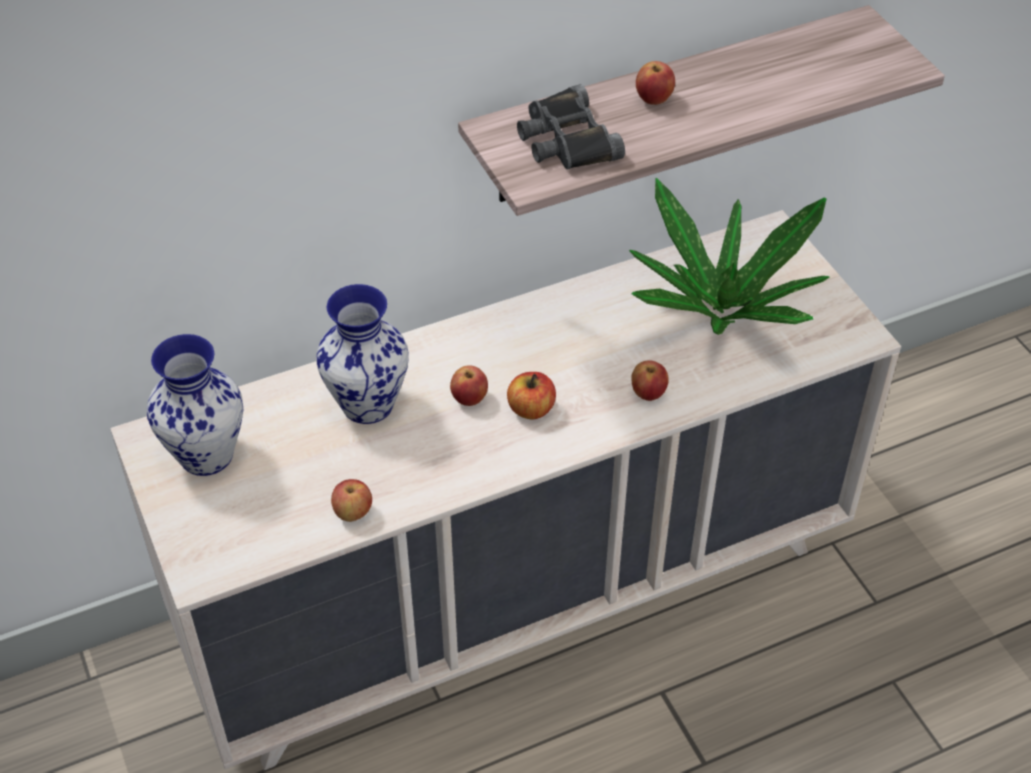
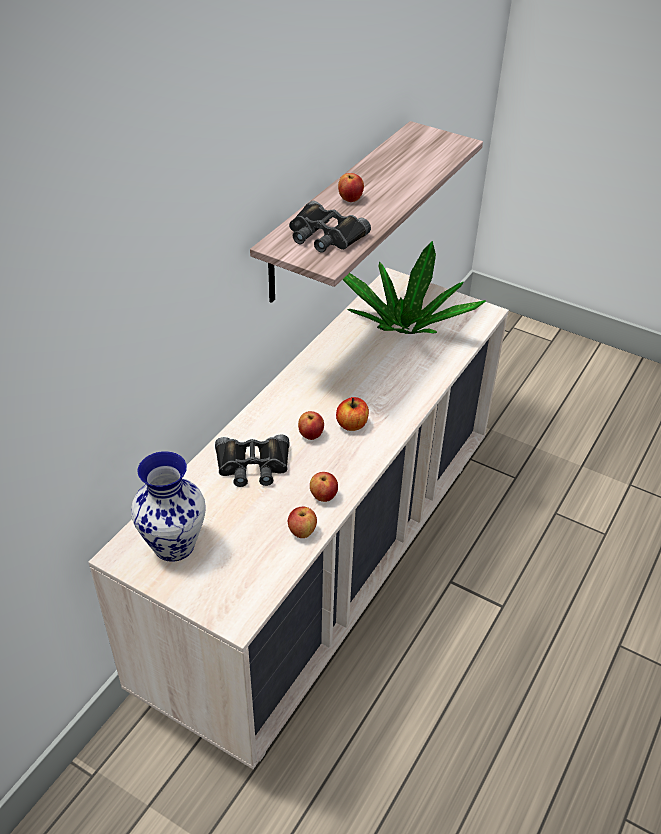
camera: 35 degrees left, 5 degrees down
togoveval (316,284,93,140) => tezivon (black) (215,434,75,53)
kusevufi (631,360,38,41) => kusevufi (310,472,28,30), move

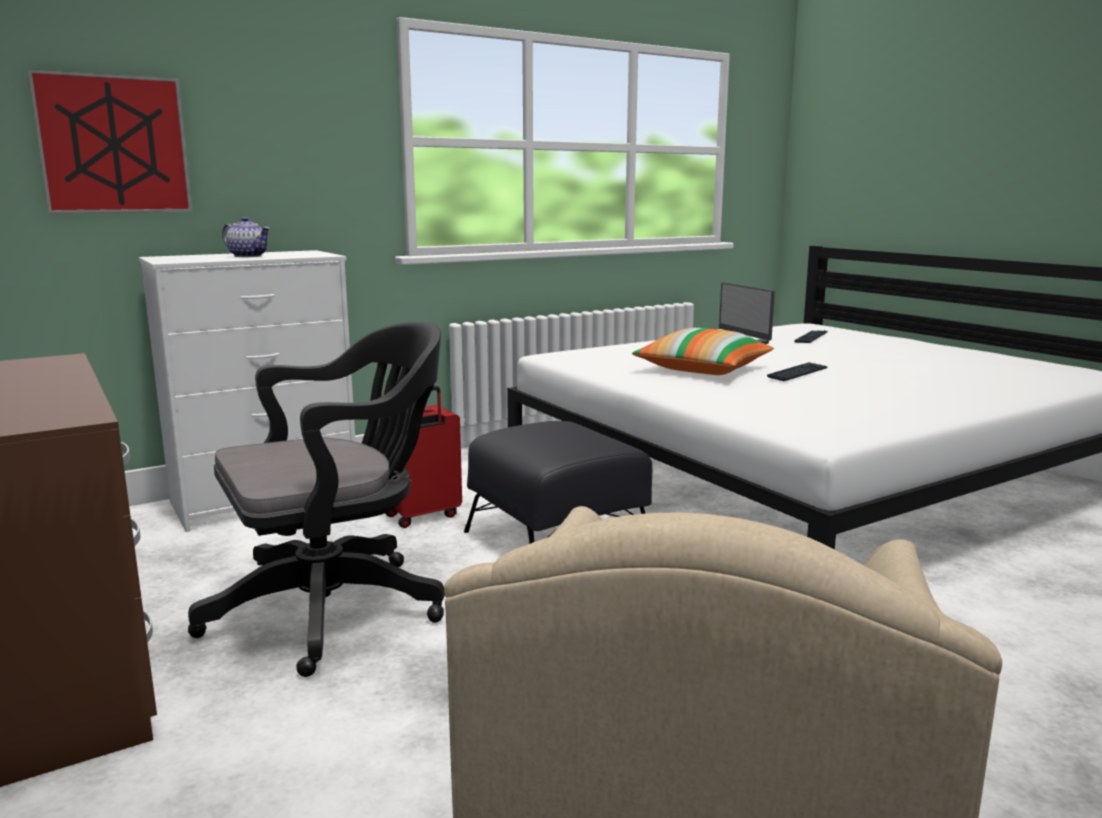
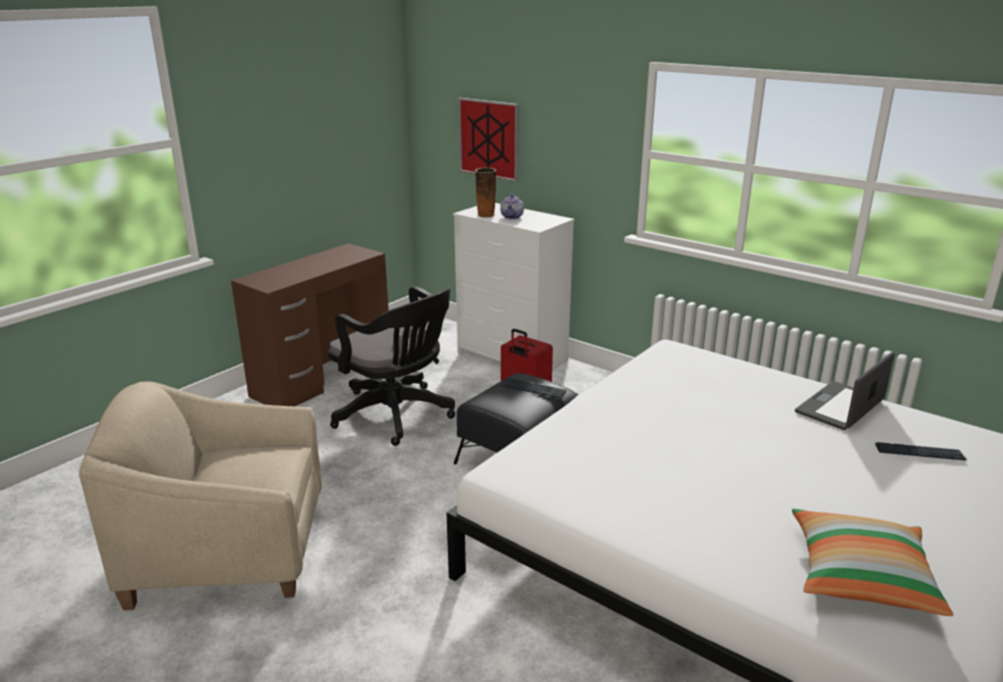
camera: 70 degrees right, 10 degrees up
nothing => togoveval (475,167,21,51)
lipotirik (767,362,60,19) => lipotirik (500,378,67,21), move
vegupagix (632,328,142,47) => vegupagix (792,509,161,107), move

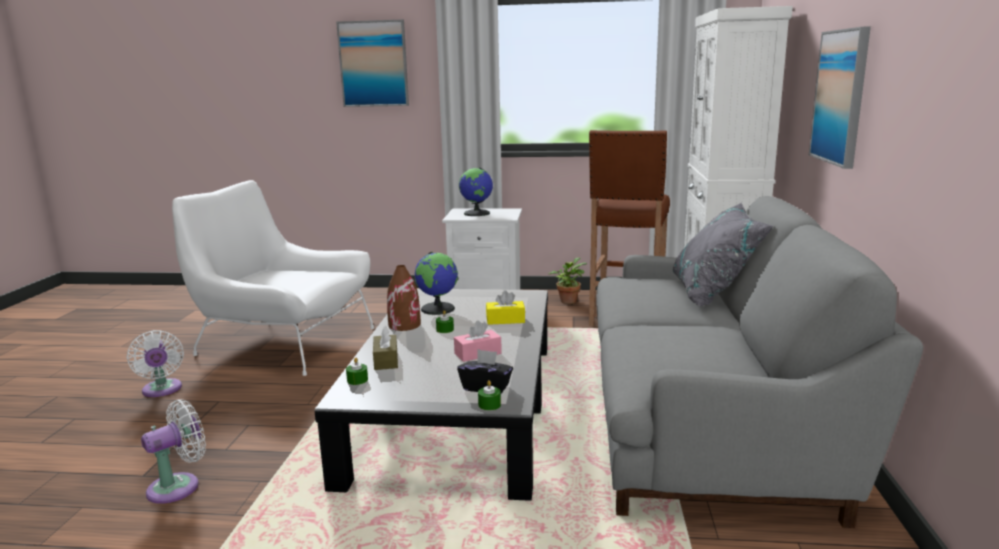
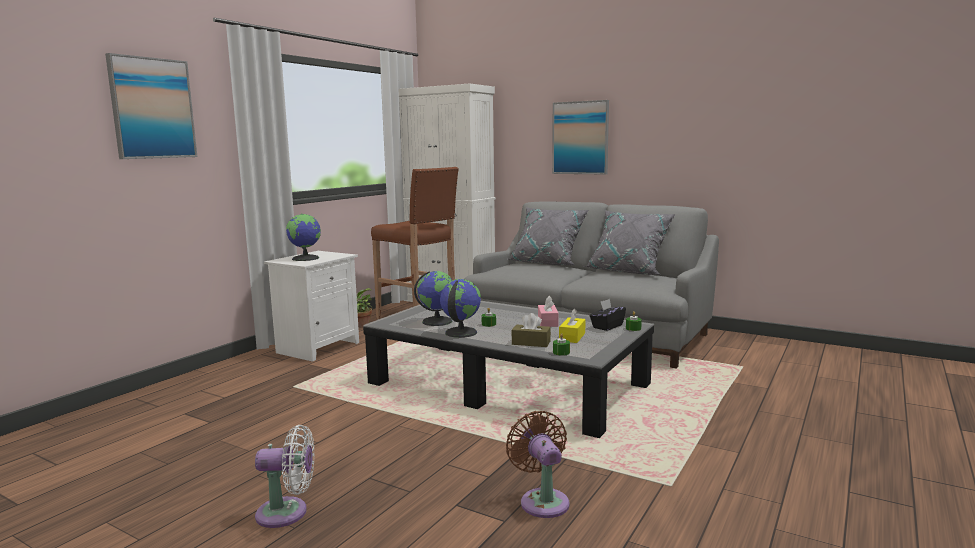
camera: 65 degrees left, 5 degrees down
togoveval (brown) (387,265,34,66) => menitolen (440,279,41,59)
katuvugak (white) (141,399,65,105) => katuvugak (brown) (506,411,64,107)
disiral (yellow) (486,290,39,35) => disiral (yellow) (559,308,27,35), move
nothing => vegupagix (grey) (584,210,92,65)
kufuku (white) (172,180,202,196) => nothing

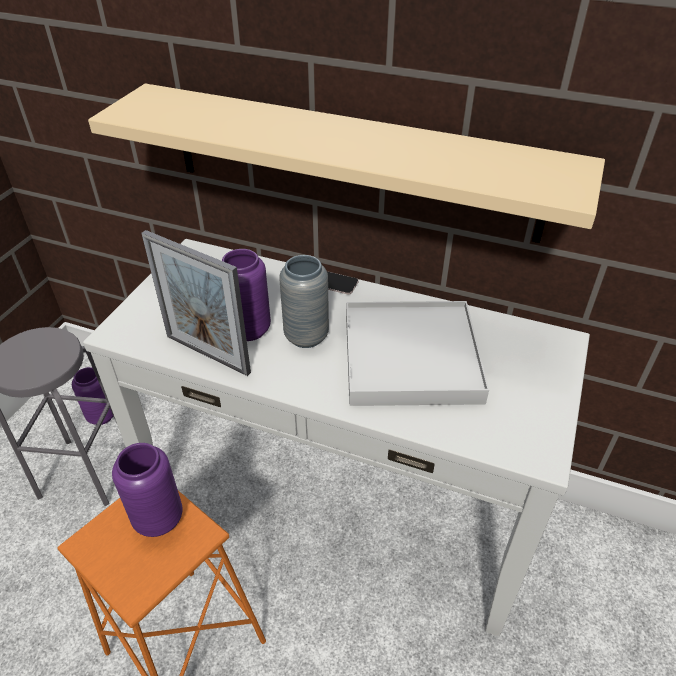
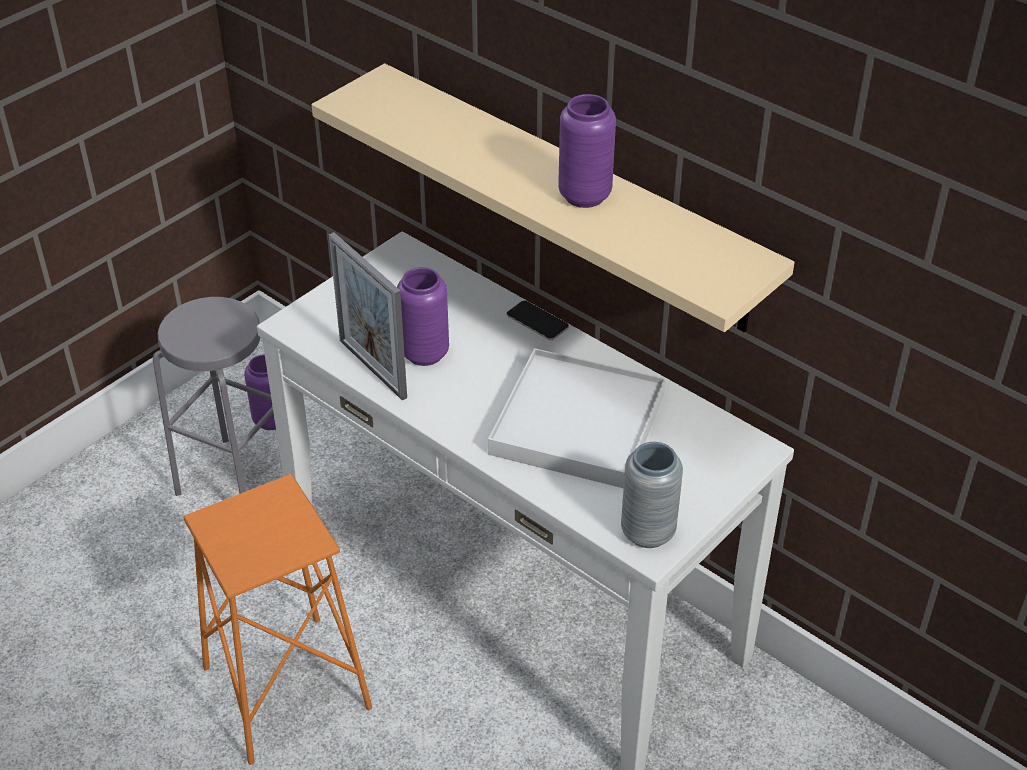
camera: 20 degrees right, 0 degrees up
togoveval (purple) (112,443,71,94) => togoveval (purple) (558,94,58,114), move
togoveval (grey) (279,255,50,93) => togoveval (grey) (621,442,62,106), move

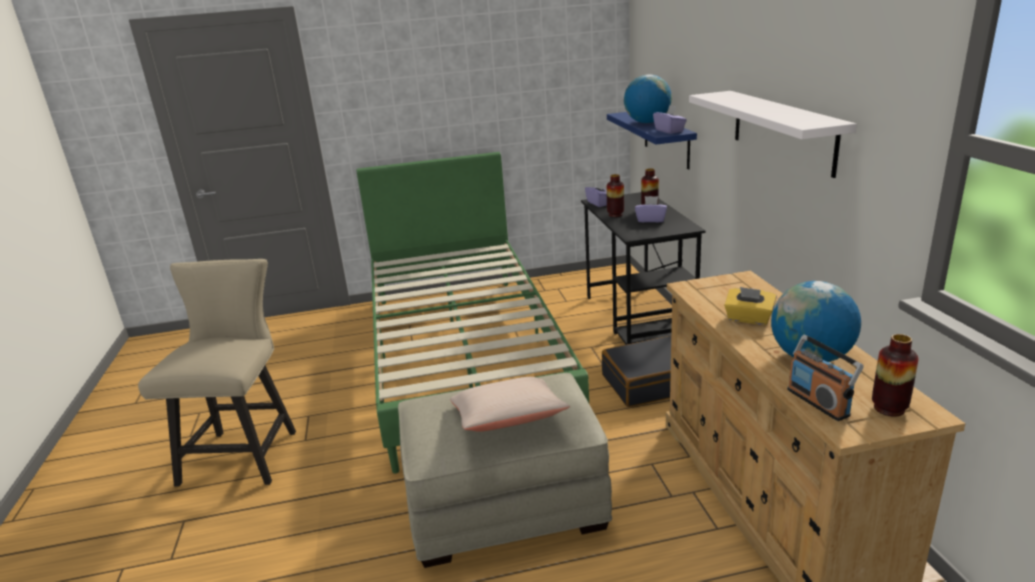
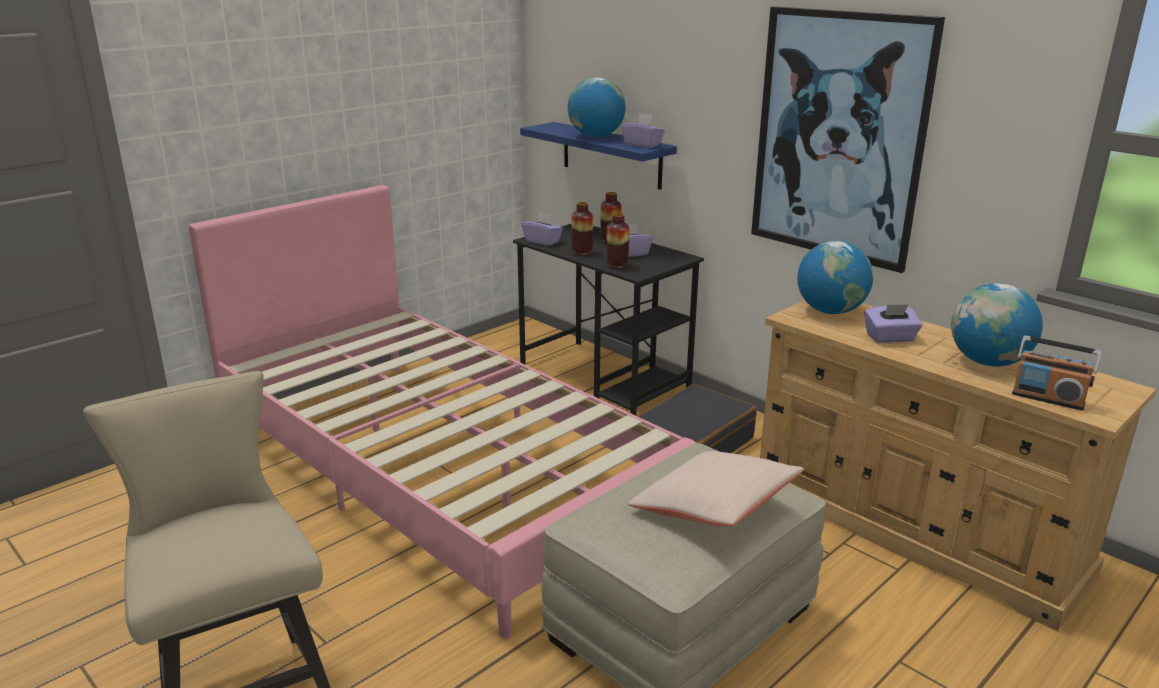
camera: 35 degrees left, 0 degrees up
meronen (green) (356,152,233,322) => meronen (pink) (188,185,508,454)
togoveval (872,334,47,83) => togoveval (606,213,23,56), move
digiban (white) (689,91,168,87) => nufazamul (751,6,194,267)
nothing => menitolen (797,241,76,73)
disiral (yellow) (724,287,53,38) => disiral (purple) (864,304,58,39)

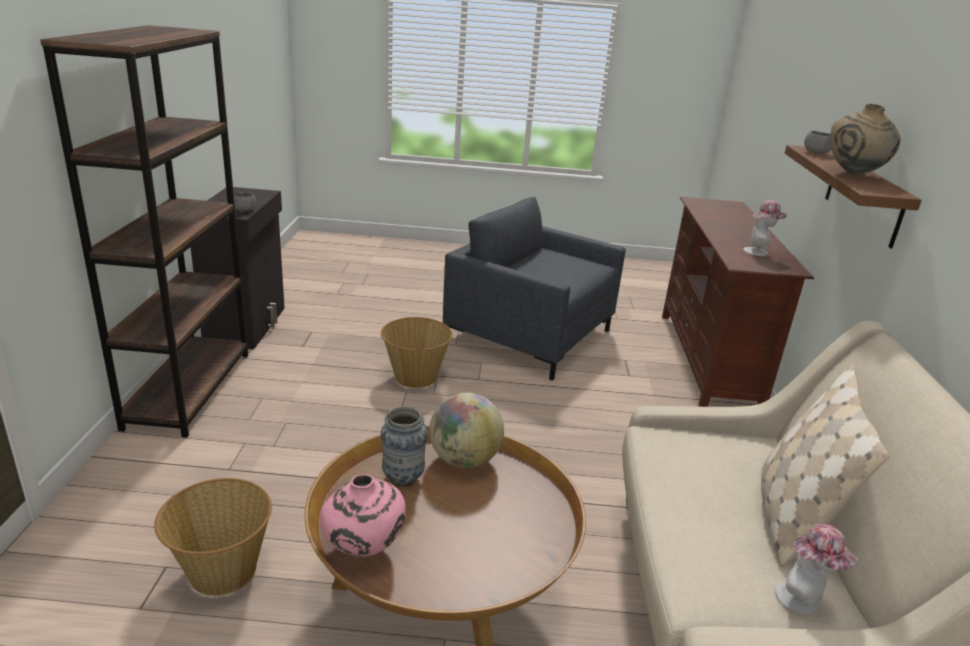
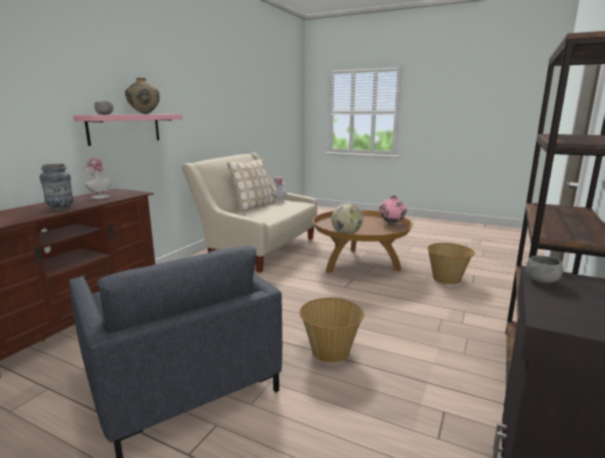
camera: 155 degrees left, 10 degrees down
togoveval (381,406,47,81) => togoveval (40,164,33,47), move
digiban (brown) (785,145,137,103) => digiban (pink) (73,114,110,32)

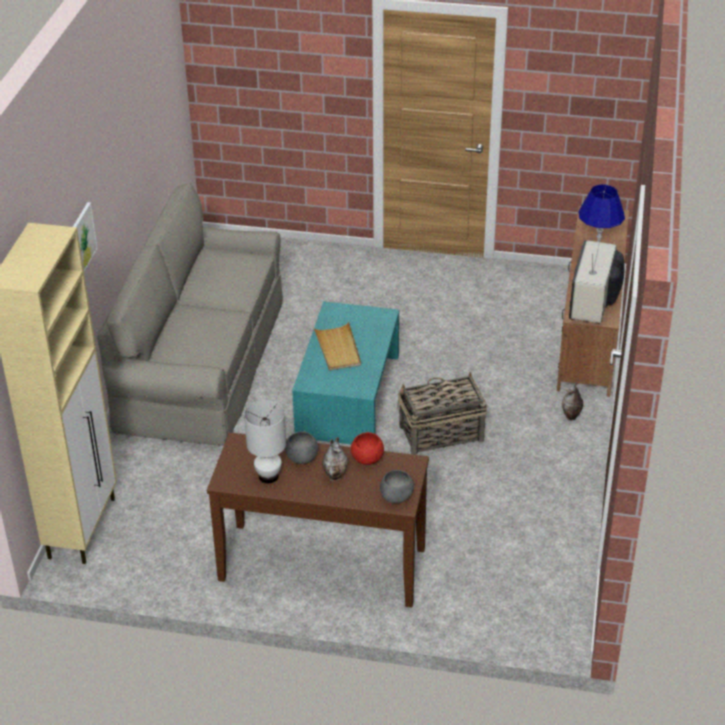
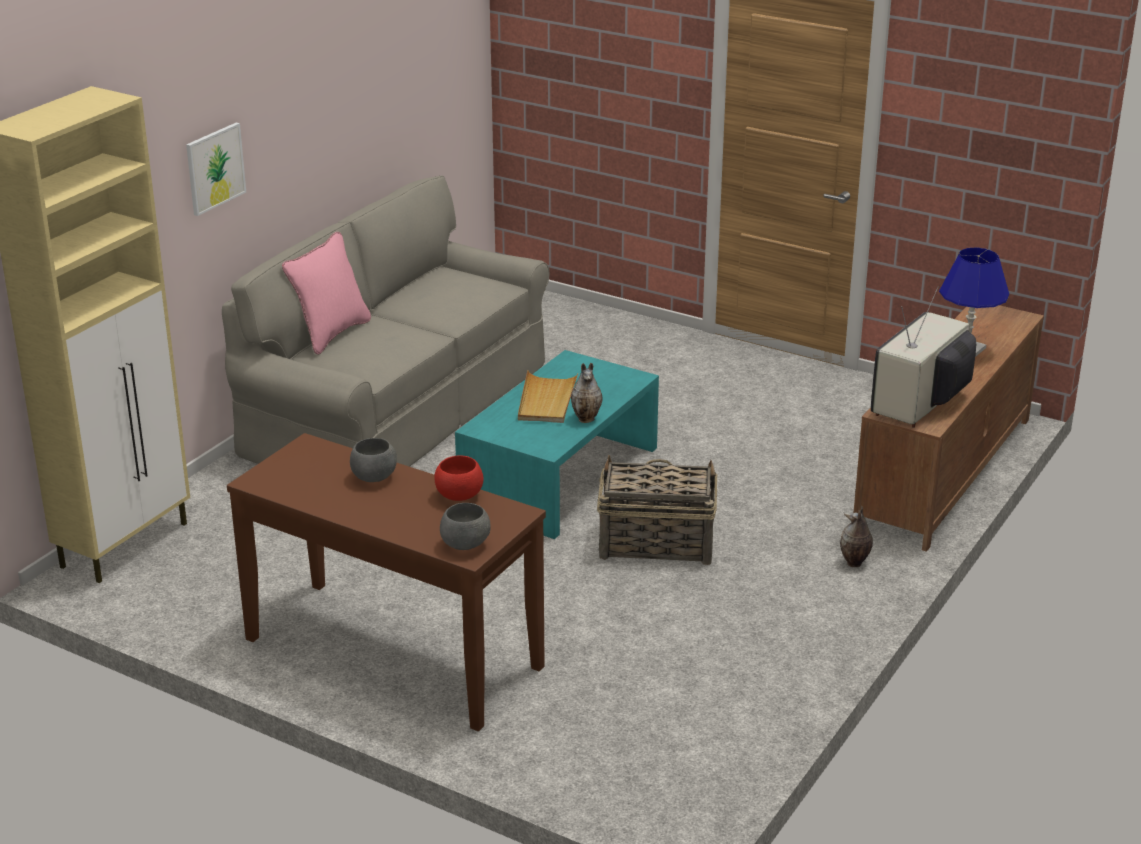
camera: 20 degrees right, 10 degrees down
nothing => vegupagix (pink) (282,232,89,122)
togoveval (322,437,26,44) => togoveval (571,363,31,60), move
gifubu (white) (244,400,42,83) => nothing

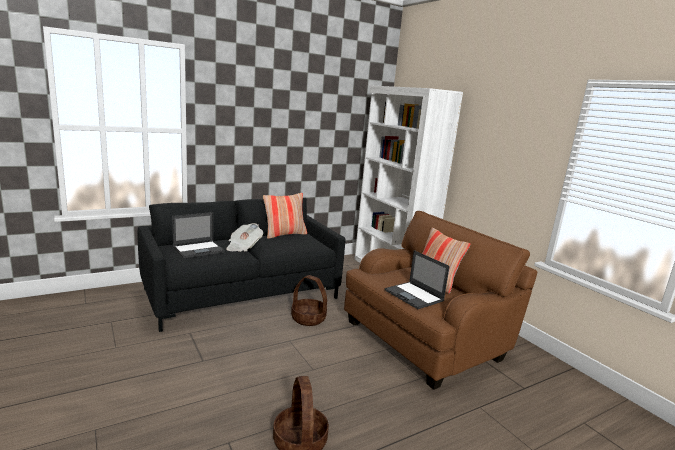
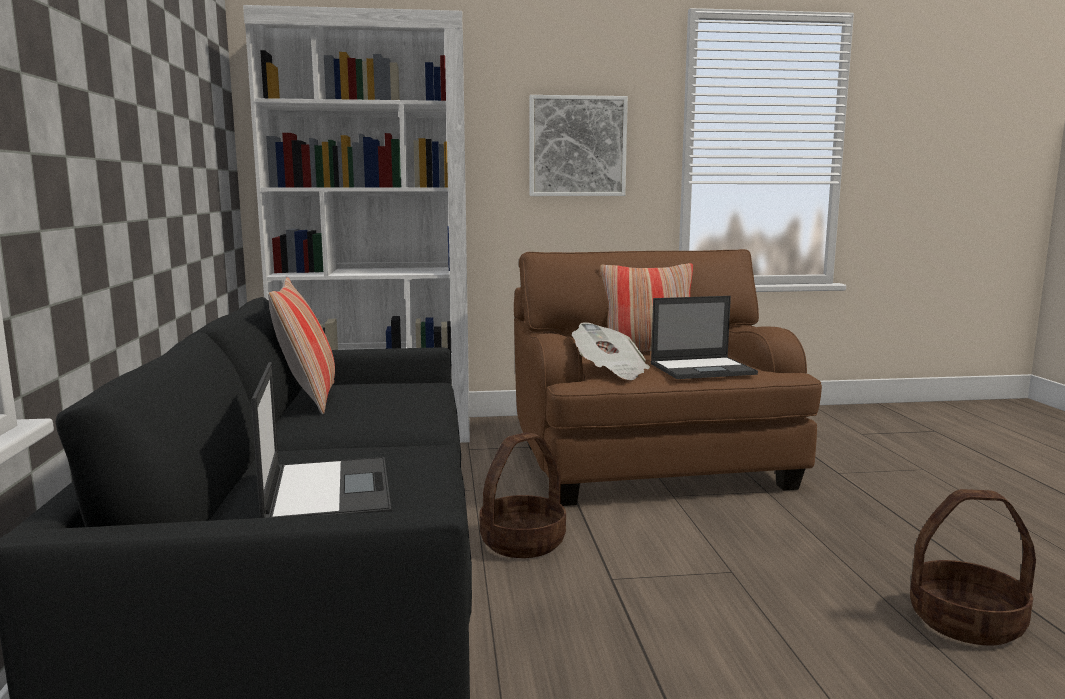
camera: 65 degrees left, 5 degrees down
nothing => nufazamul (530,95,98,101)
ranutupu (226,223,37,29) => ranutupu (572,322,78,58), move

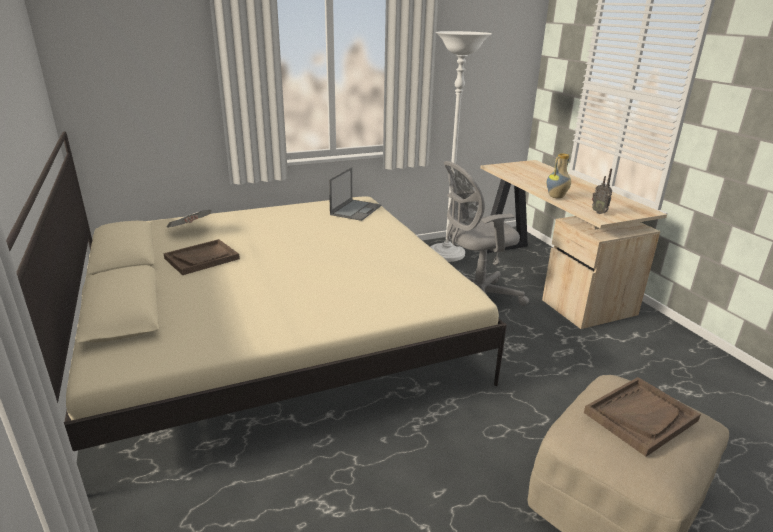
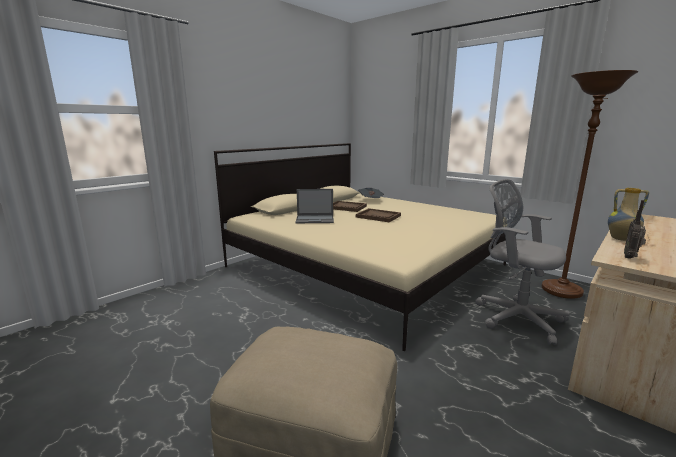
camera: 65 degrees right, 10 degrees down
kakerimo (329,167,52,54) => kakerimo (295,189,39,34), move
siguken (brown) (584,377,117,80) => siguken (brown) (356,208,45,14), move
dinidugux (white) (430,31,62,231) => dinidugux (brown) (542,70,96,229)

